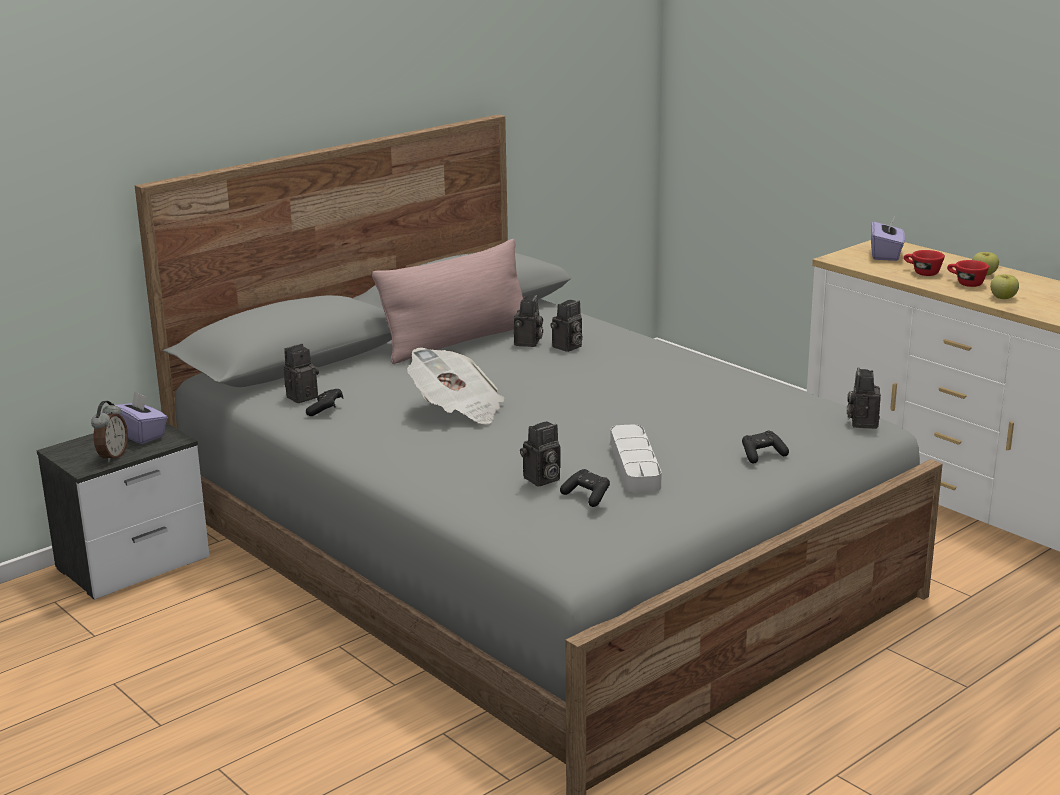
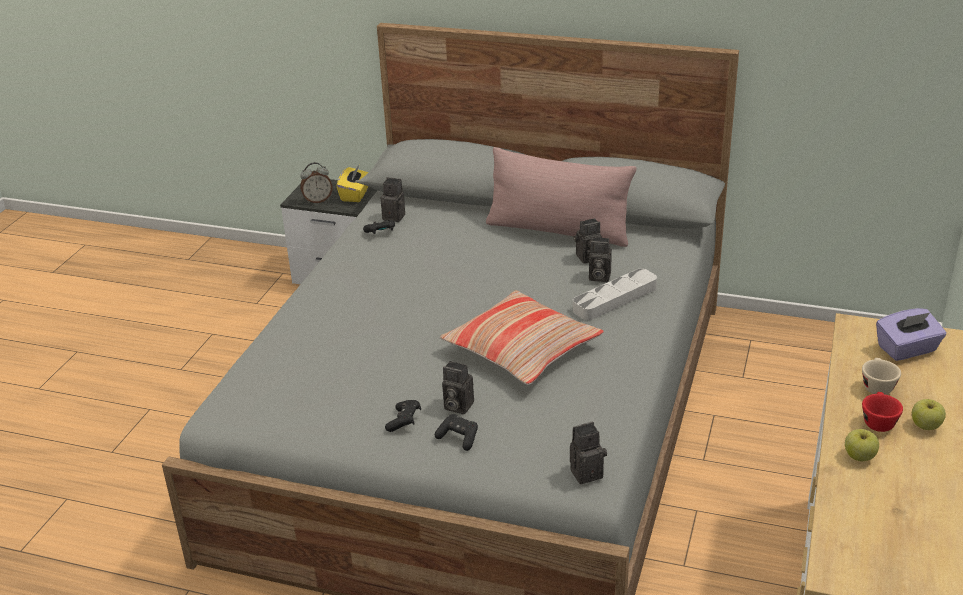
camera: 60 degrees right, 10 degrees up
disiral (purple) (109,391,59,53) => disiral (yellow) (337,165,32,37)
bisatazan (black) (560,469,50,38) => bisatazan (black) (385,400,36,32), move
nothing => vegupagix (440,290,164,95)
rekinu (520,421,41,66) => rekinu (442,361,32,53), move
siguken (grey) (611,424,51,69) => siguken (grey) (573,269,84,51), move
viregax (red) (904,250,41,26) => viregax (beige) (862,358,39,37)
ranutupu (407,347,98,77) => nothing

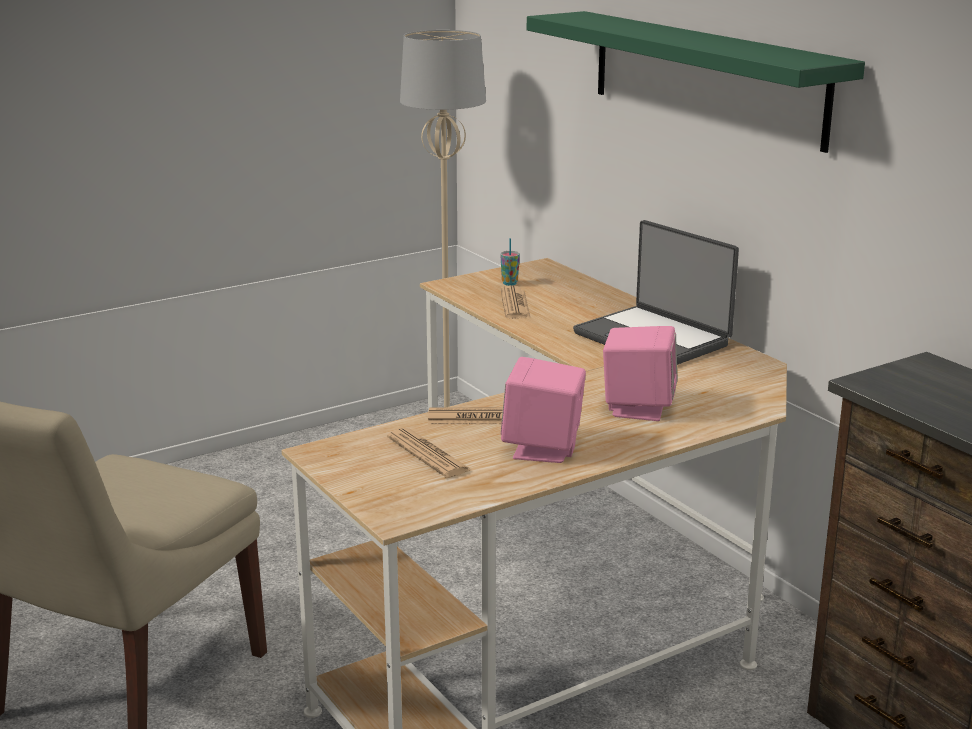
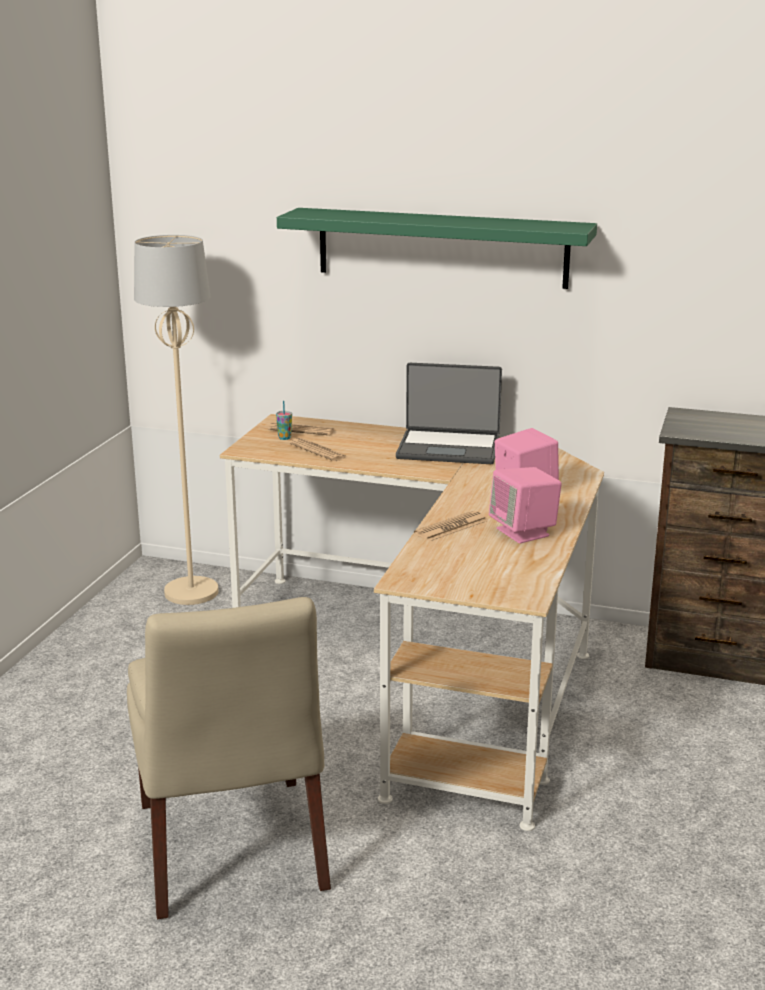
camera: 40 degrees left, 0 degrees up
ranutupu (387,428,84,50) => ranutupu (268,423,66,12), move

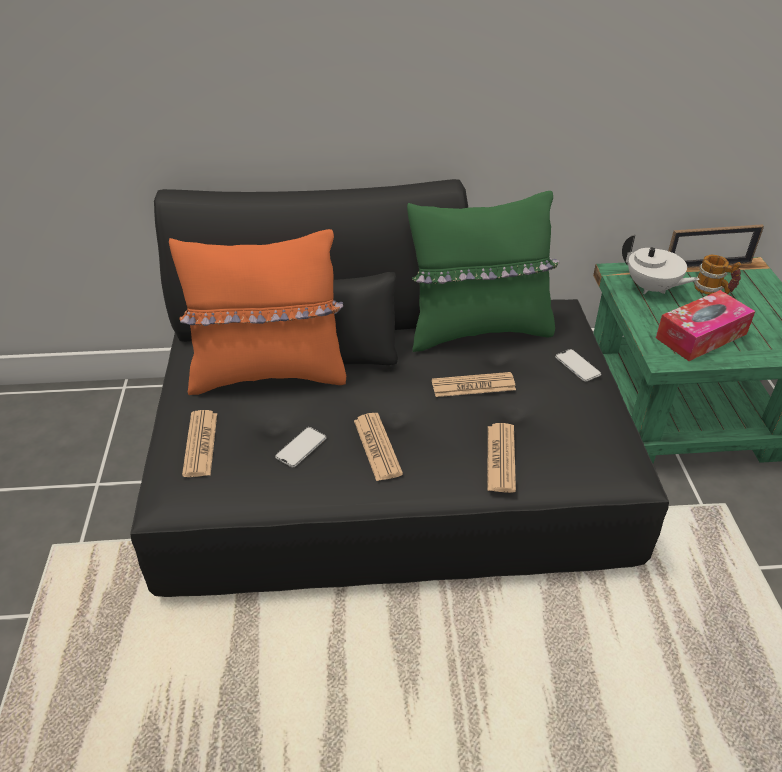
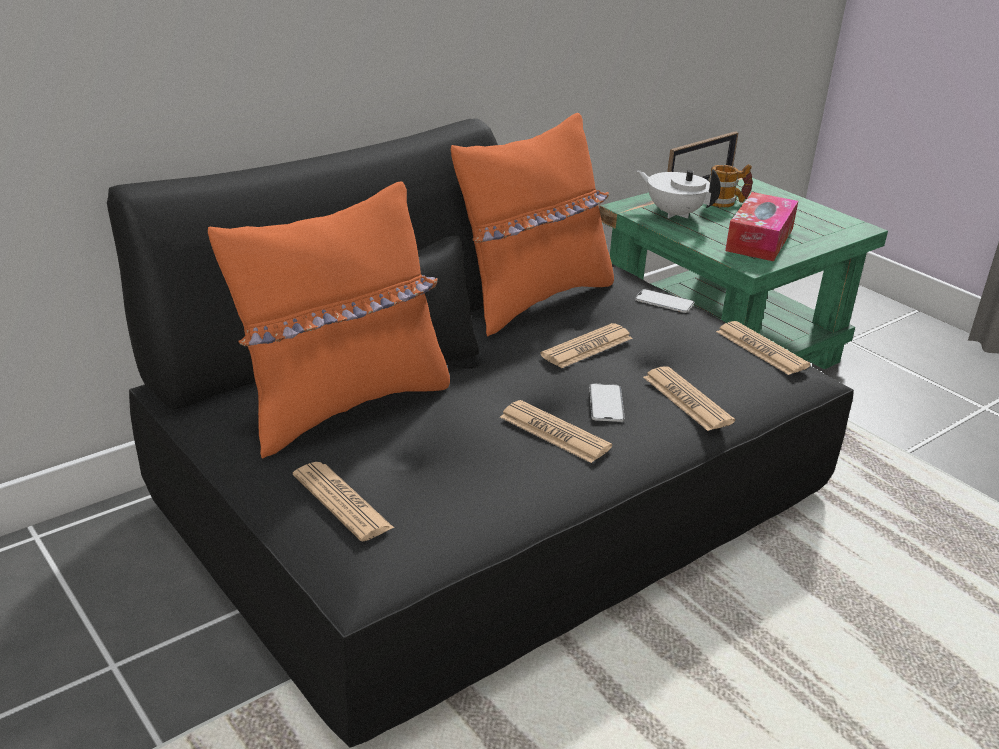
camera: 35 degrees left, 10 degrees down
vegupagix (green) (407,191,153,161) => vegupagix (orange) (451,113,163,224)
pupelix (275,427,51,40) => pupelix (589,383,36,39), move
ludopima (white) (622,234,78,60) => ludopima (white) (637,169,84,50), 150 degrees counterclockwise
nothing => ranutupu (716,321,95,54)

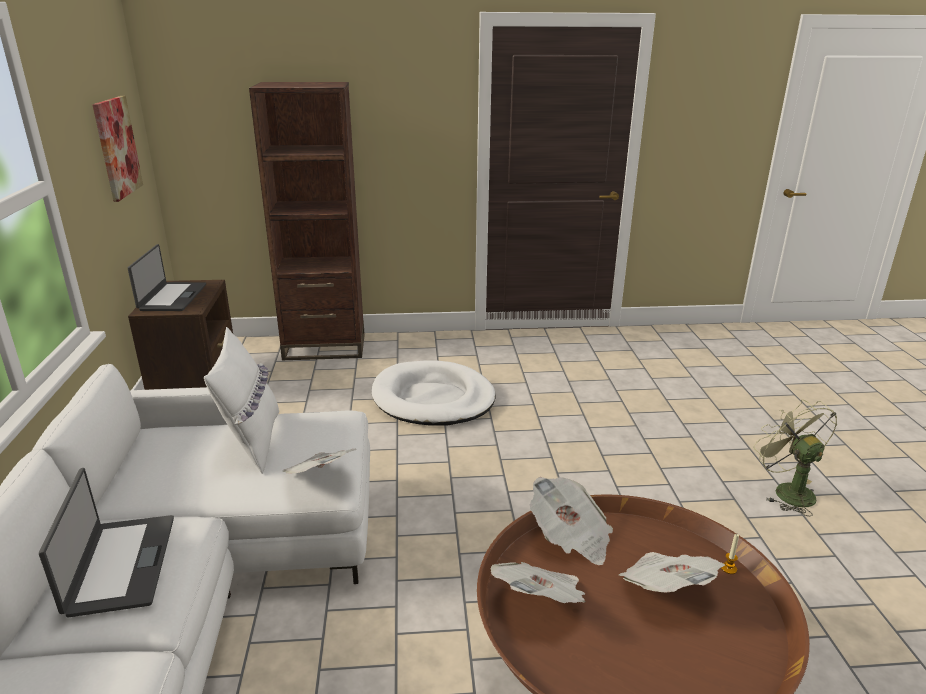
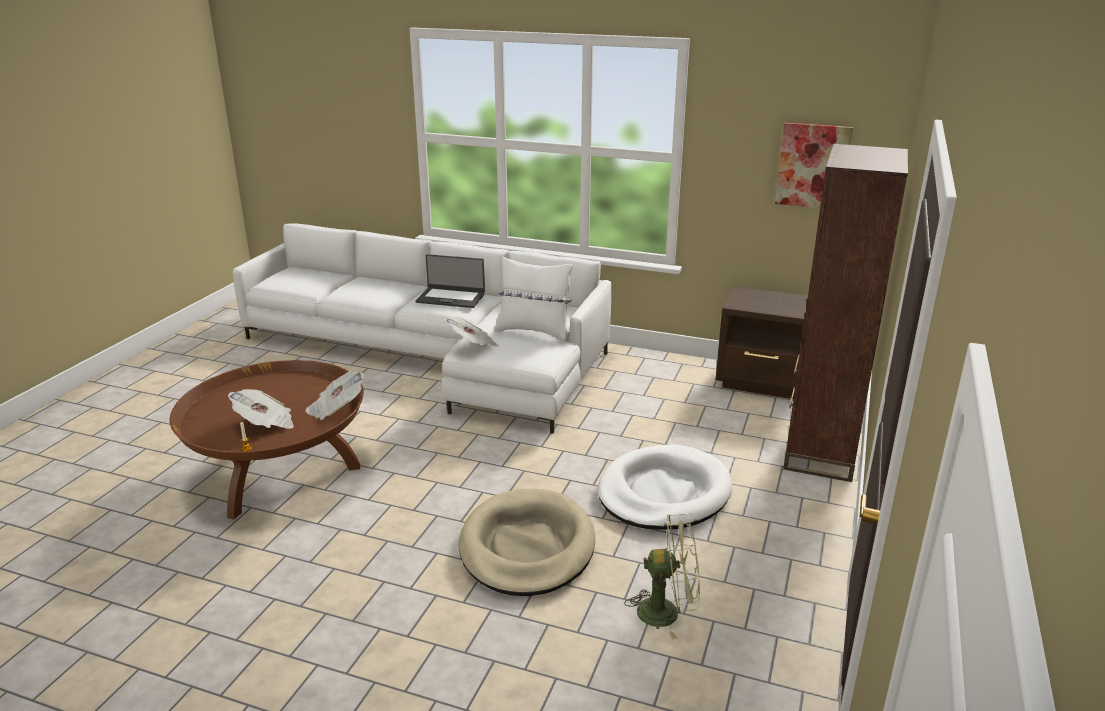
camera: 115 degrees right, 0 degrees up
nothing => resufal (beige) (459,488,136,108)
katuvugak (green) (753,400,84,117) => katuvugak (green) (625,514,75,126), move
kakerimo (128,244,78,67) => nothing
ranutupu (490,562,95,41) => nothing

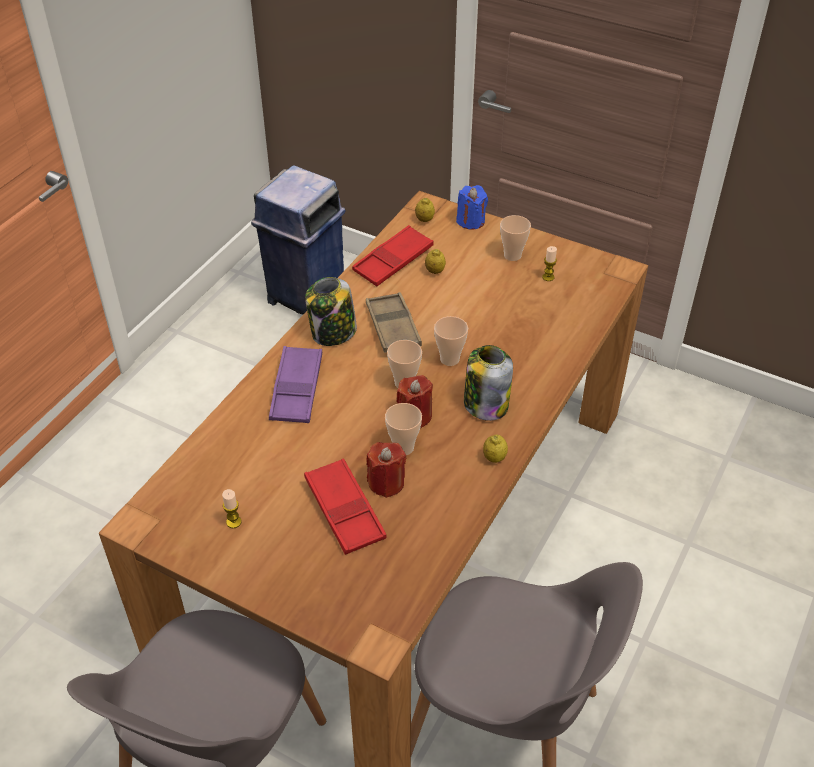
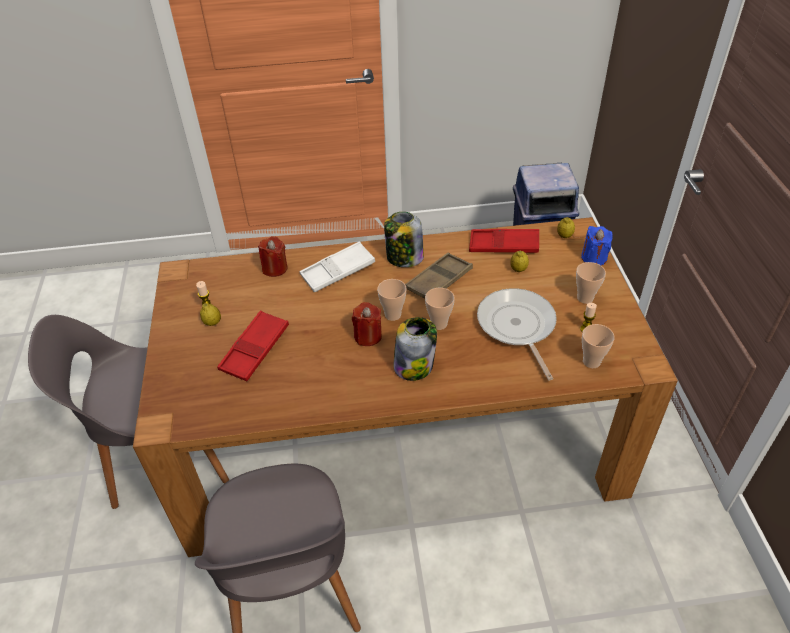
camera: 55 degrees right, 0 degrees up
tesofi (483,435,25,28) => tesofi (200,303,21,23), move
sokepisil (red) (366,442,40,56) => sokepisil (red) (258,236,30,41), move
siguken (purple) (269,346,53,77) => siguken (white) (300,241,75,51)
nothing => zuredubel (477,288,80,92)
viregax (385,403,37,52) => viregax (582,324,33,44), move

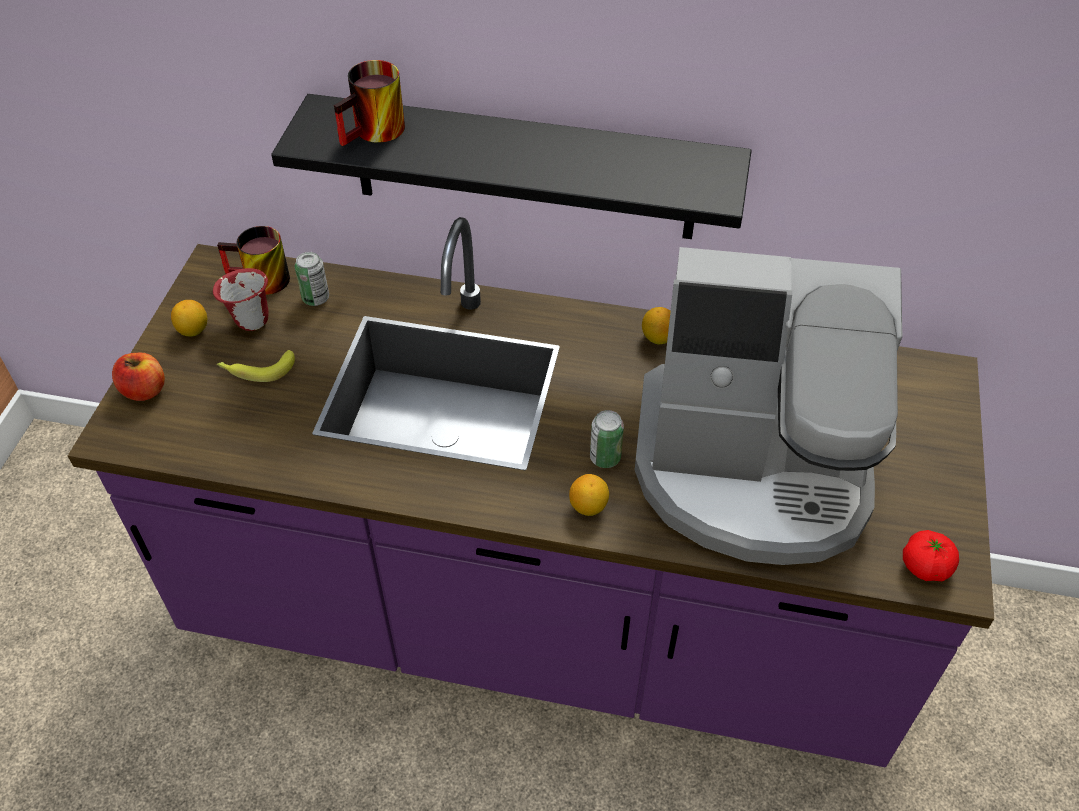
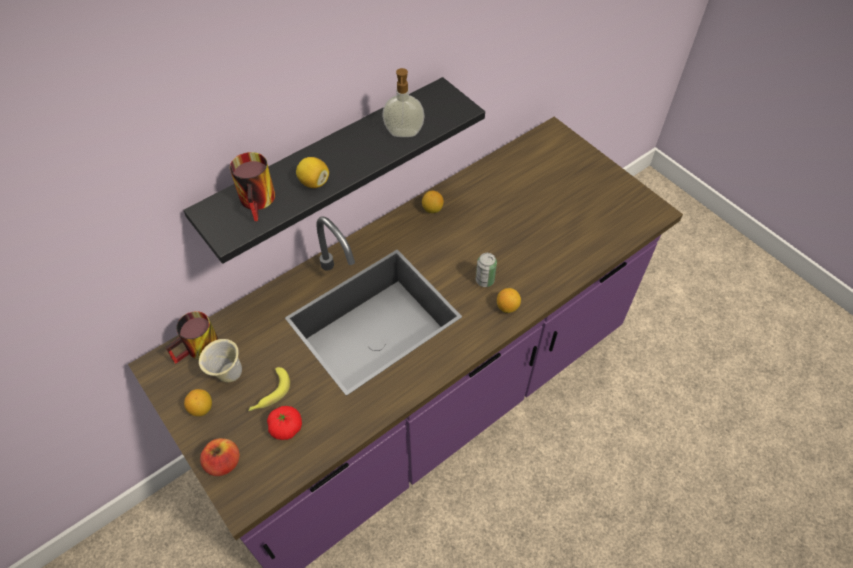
camera: 50 degrees left, 5 degrees up
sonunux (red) (213,268,55,63) => sonunux (beige) (199,339,43,44)
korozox (903,530,56,51) => korozox (267,406,35,34), move
nothing => tesofi (296,157,33,31)
nothing => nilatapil (382,68,43,69)
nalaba (295,252,34,54) => nothing
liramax (635,247,268,318) => nothing

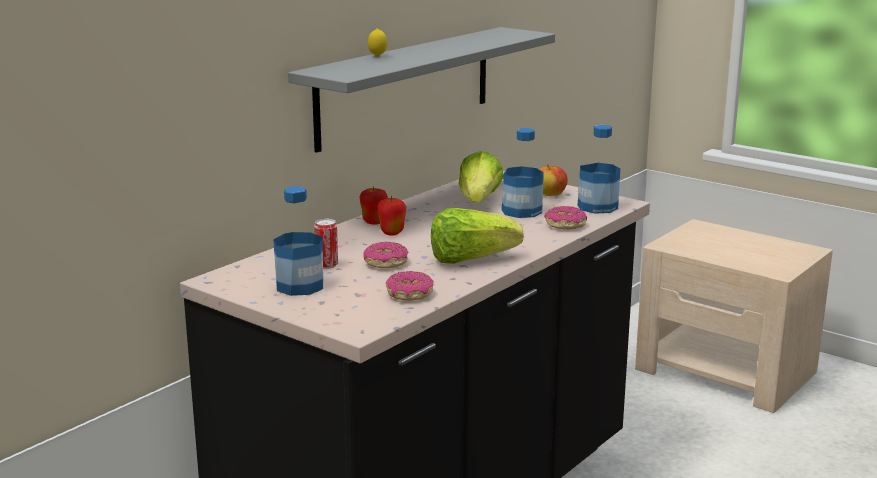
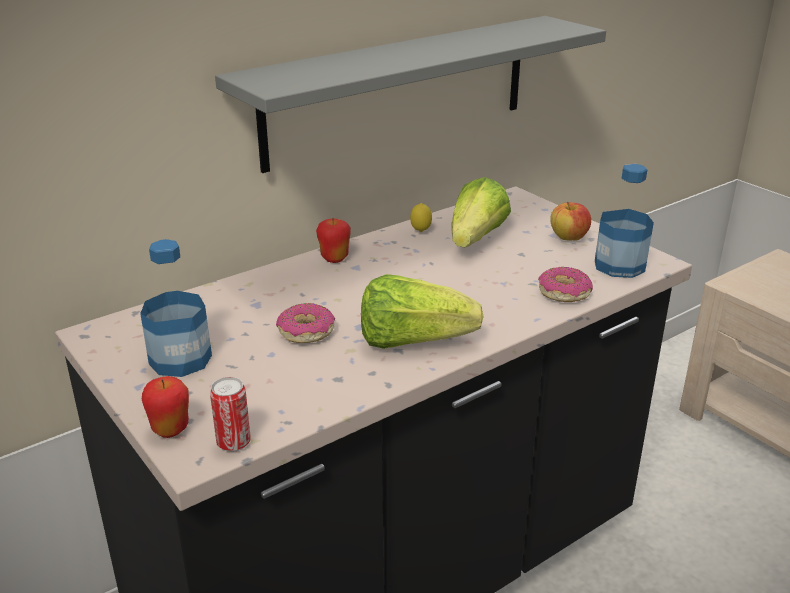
camera: 15 degrees right, 10 degrees up
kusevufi (377,196,29,40) => kusevufi (142,376,47,62), move
nalaba (314,219,24,50) => nalaba (210,377,41,75), move
tesofi (368,29,19,28) => tesofi (410,203,22,29), move
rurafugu (386,271,48,30) => nothing
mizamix (502,128,42,90) => nothing

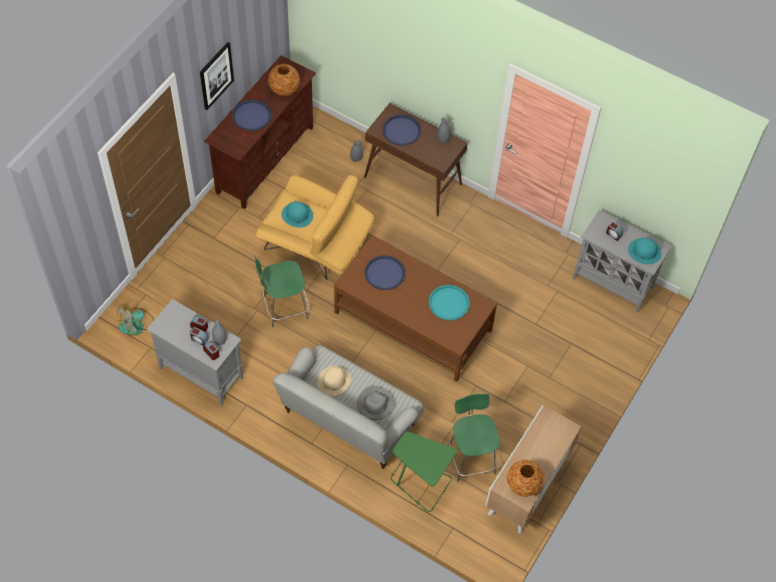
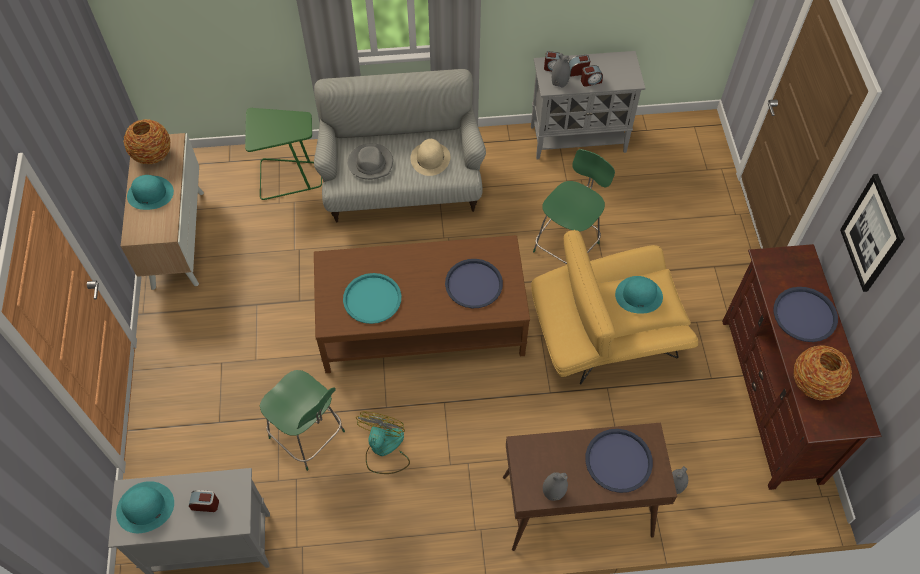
camera: 145 degrees right, 0 degrees up
nothing => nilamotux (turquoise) (127,175,47,35)
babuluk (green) (448,394,52,88) => babuluk (green) (260,370,85,101), move
katuvugak (117,304,37,32) => katuvugak (356,411,54,63), move

